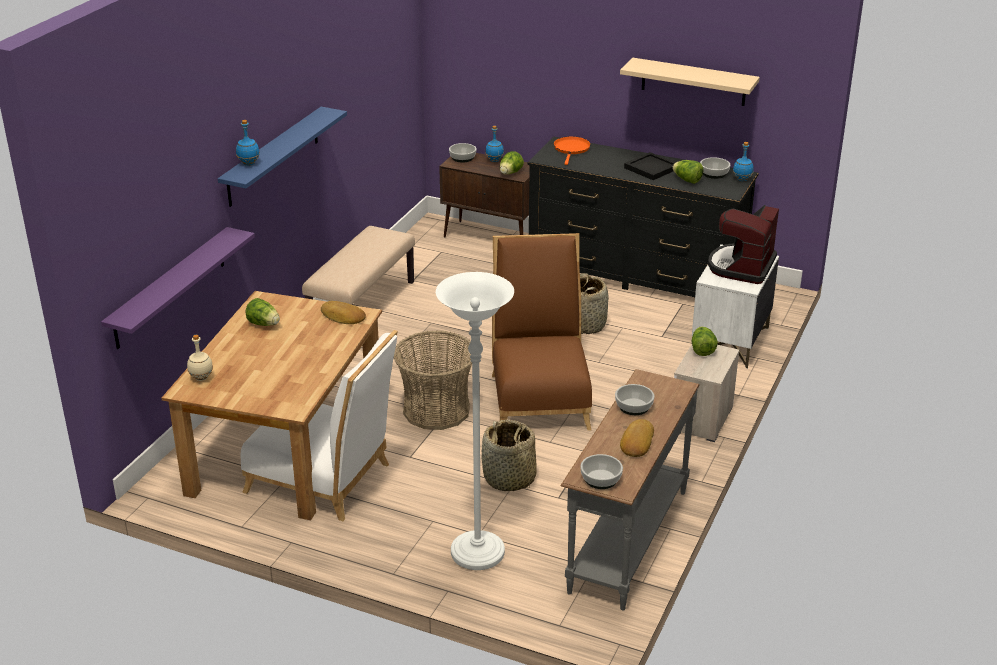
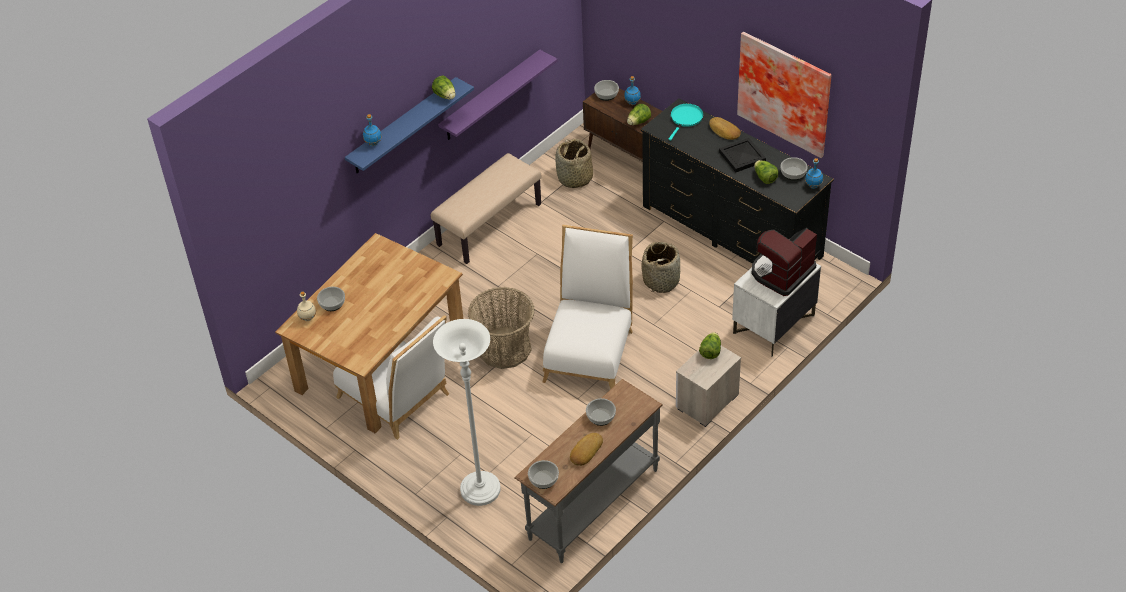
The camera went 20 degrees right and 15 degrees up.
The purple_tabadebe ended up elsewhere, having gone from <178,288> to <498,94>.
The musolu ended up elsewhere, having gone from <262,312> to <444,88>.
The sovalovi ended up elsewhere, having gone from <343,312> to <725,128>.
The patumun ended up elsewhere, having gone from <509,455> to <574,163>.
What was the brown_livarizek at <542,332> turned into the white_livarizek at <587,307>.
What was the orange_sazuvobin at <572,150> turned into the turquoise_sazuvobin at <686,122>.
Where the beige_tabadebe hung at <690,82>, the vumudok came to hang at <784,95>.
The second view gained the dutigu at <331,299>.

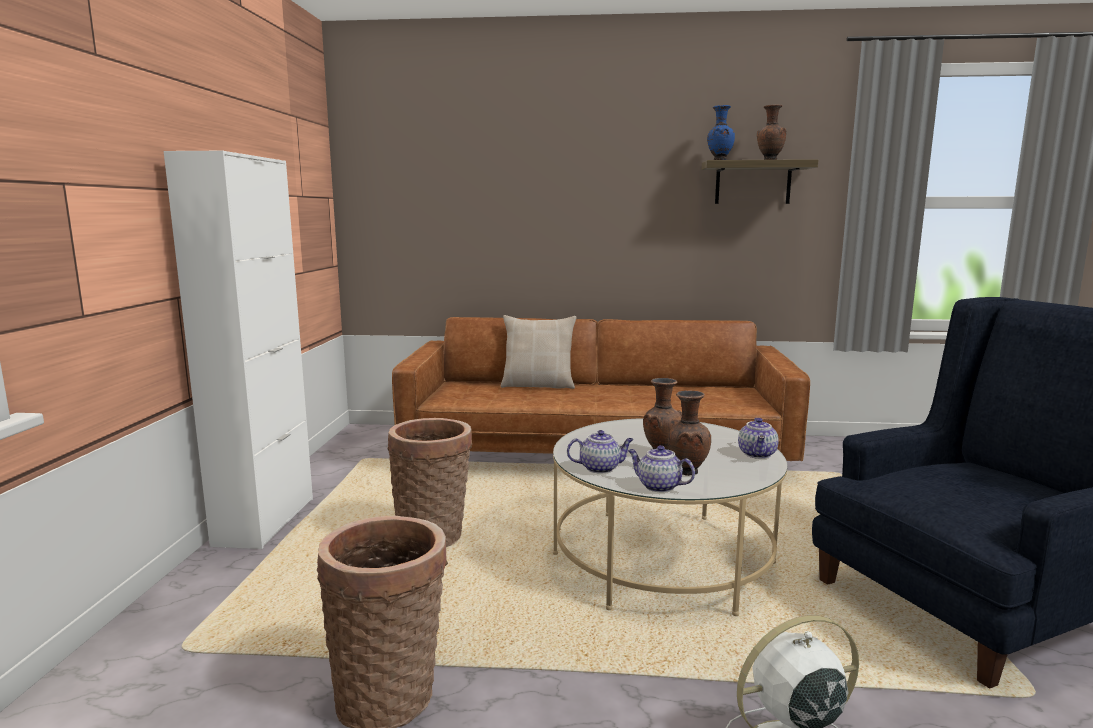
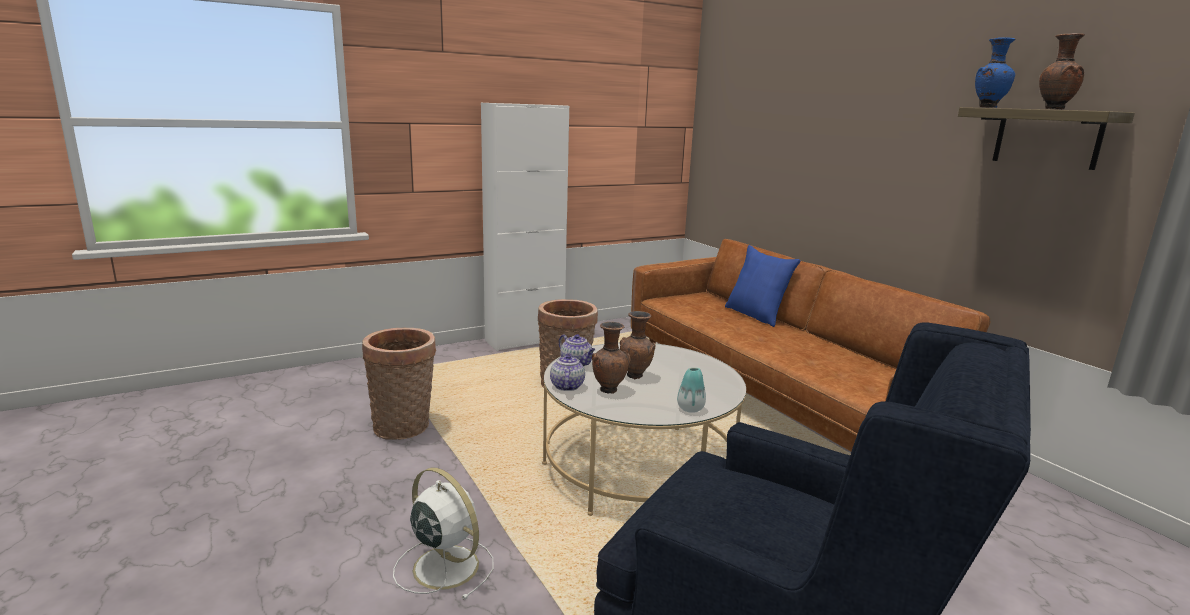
The camera went 55 degrees right and 5 degrees up.
What was the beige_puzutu at <538,352> turned into the blue_puzutu at <763,286>.
Where the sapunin stood at <758,438>, the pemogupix came to stand at <691,390>.

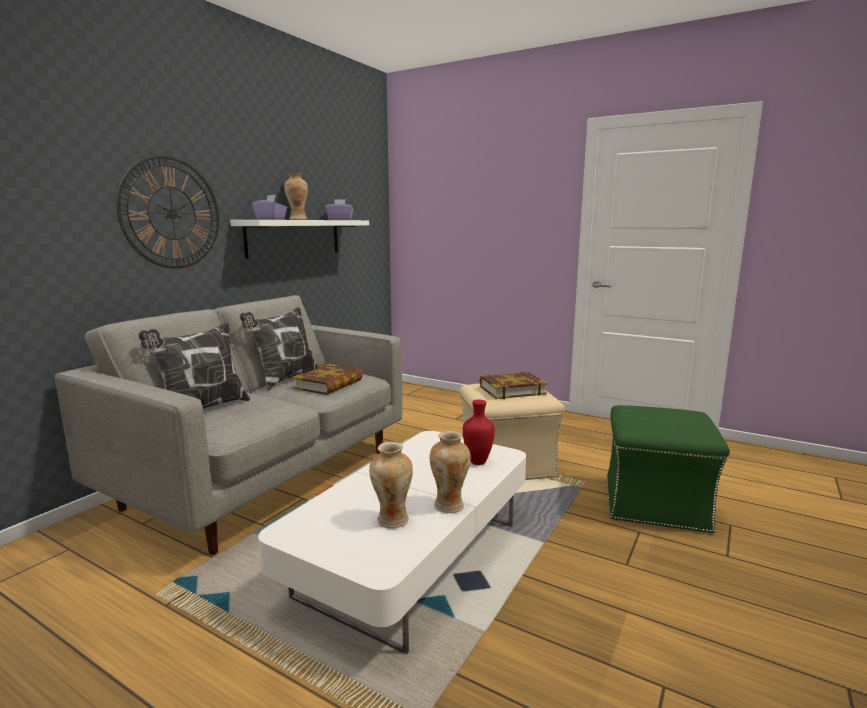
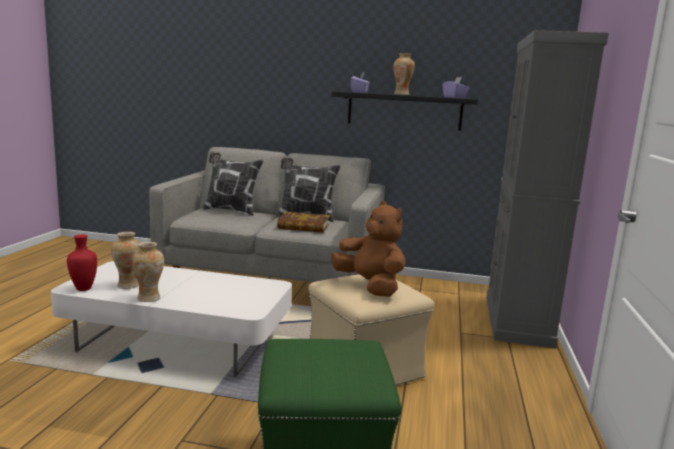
The camera went 70 degrees right and 0 degrees up.
The second view lost the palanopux at <167,212>.
What was the white_tabadebe at <299,239> turned into the black_tabadebe at <405,111>.
The red_pemogupix ended up elsewhere, having gone from <479,432> to <82,262>.
Where the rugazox stood at <514,385>, the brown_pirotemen came to stand at <368,249>.
The second view gained the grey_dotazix at <547,189>.

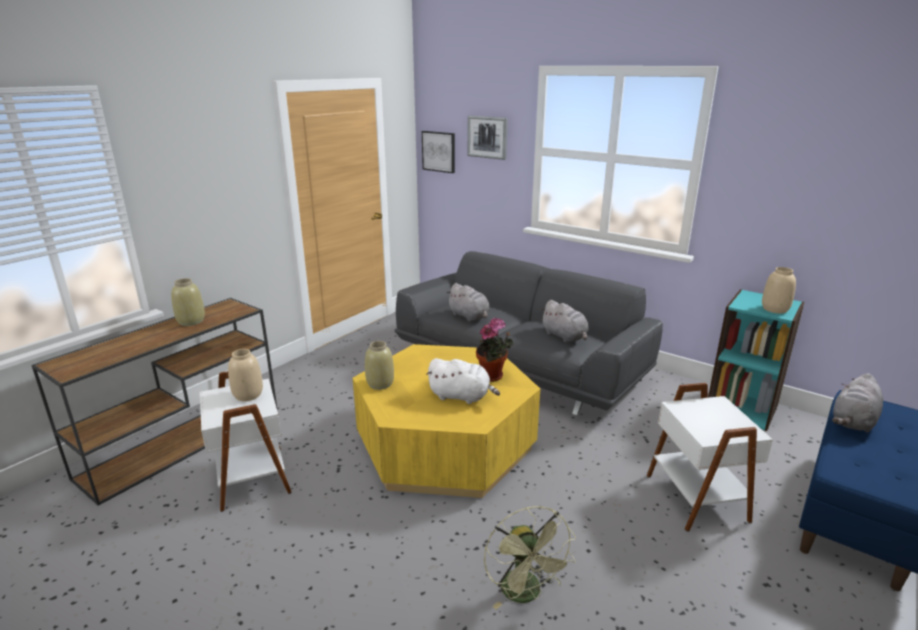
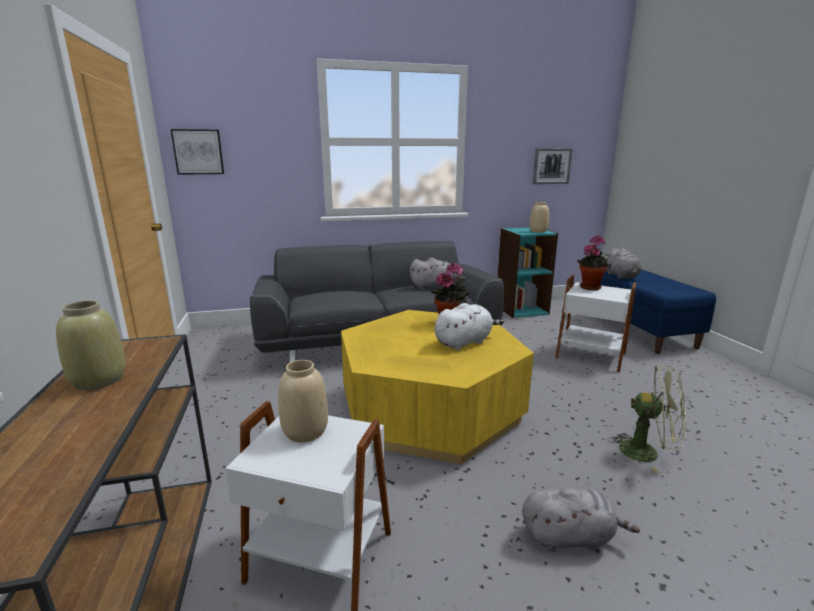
The camera went 50 degrees left and 5 degrees down.
The second view lost the beige_pemogupix at <379,365>.
The grey_pirotemen ended up elsewhere, having gone from <468,302> to <581,519>.
The vumudok ended up elsewhere, having gone from <488,138> to <553,166>.
The second view gained the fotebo at <594,262>.

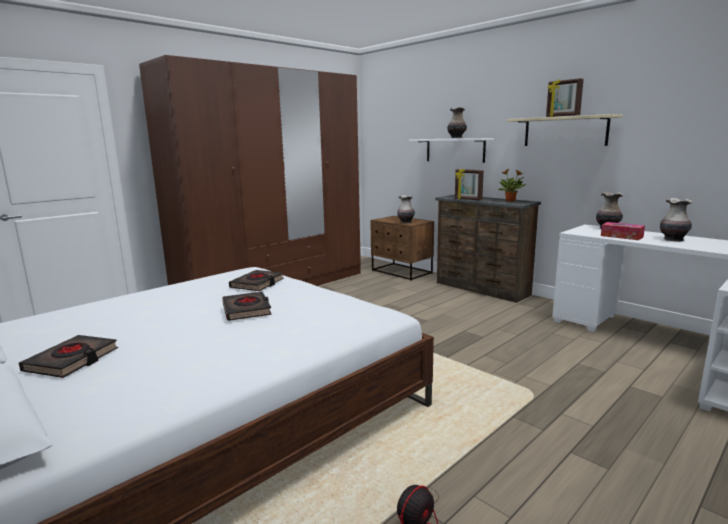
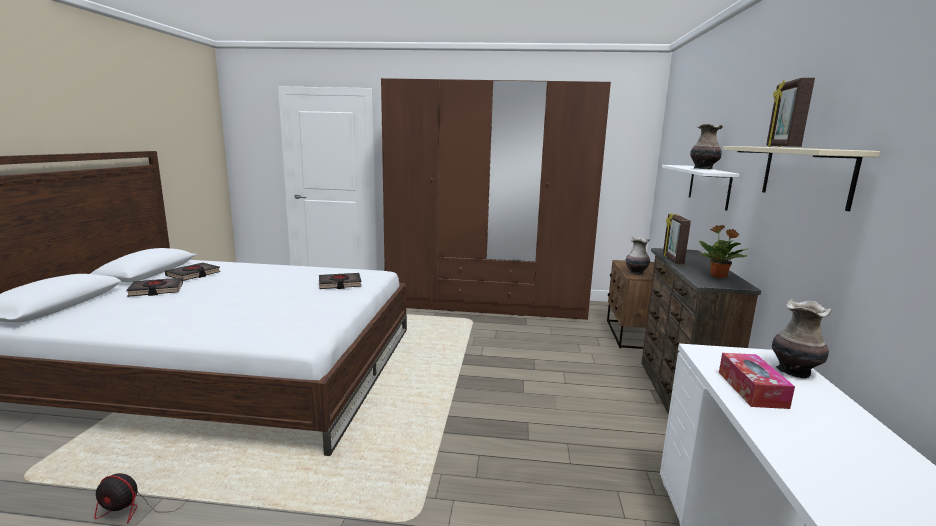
The camera went 50 degrees right and 0 degrees up.
The black_rugazox ended up elsewhere, having gone from <247,306> to <193,272>.
The second view lost the pemogupix at <676,220>.

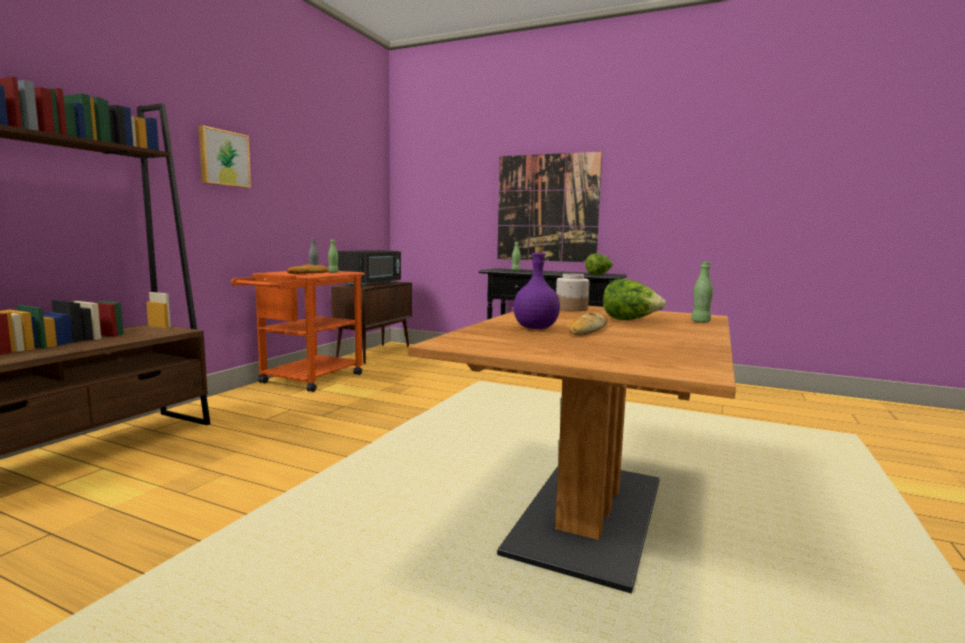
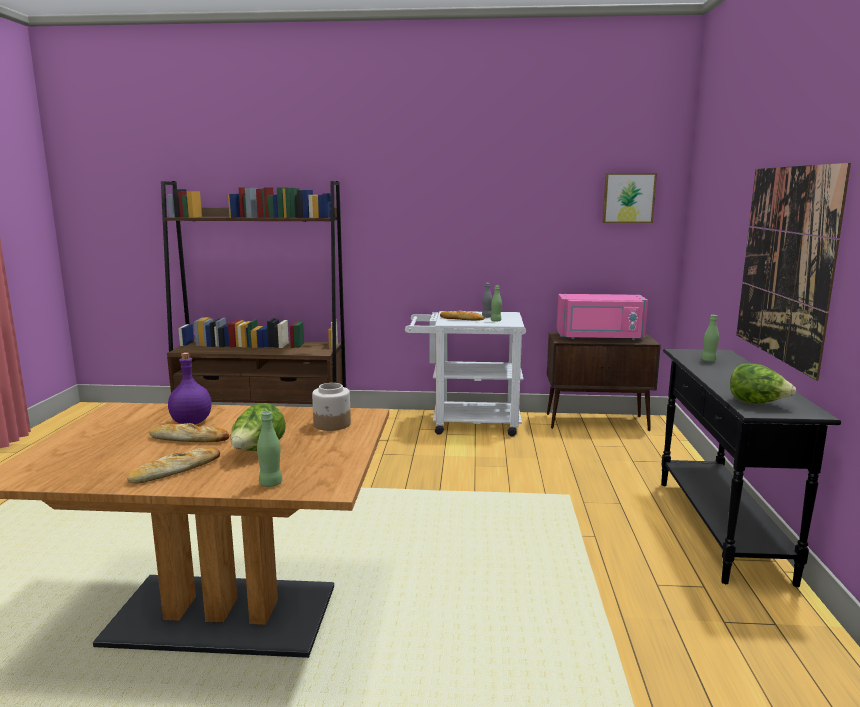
The camera went 70 degrees right and 5 degrees up.
The vumudok ended up elsewhere, having gone from <224,156> to <629,198>.
What was the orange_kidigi at <298,331> turned into the white_kidigi at <465,373>.
What was the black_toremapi at <369,268> turned into the pink_toremapi at <602,317>.
The second view gained the sovalovi at <173,465>.

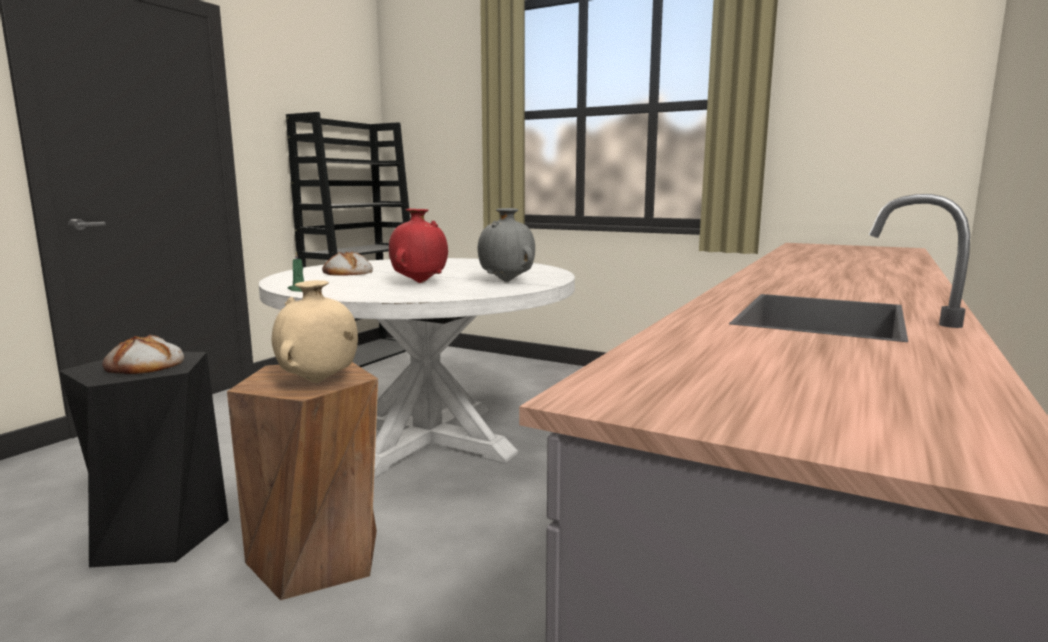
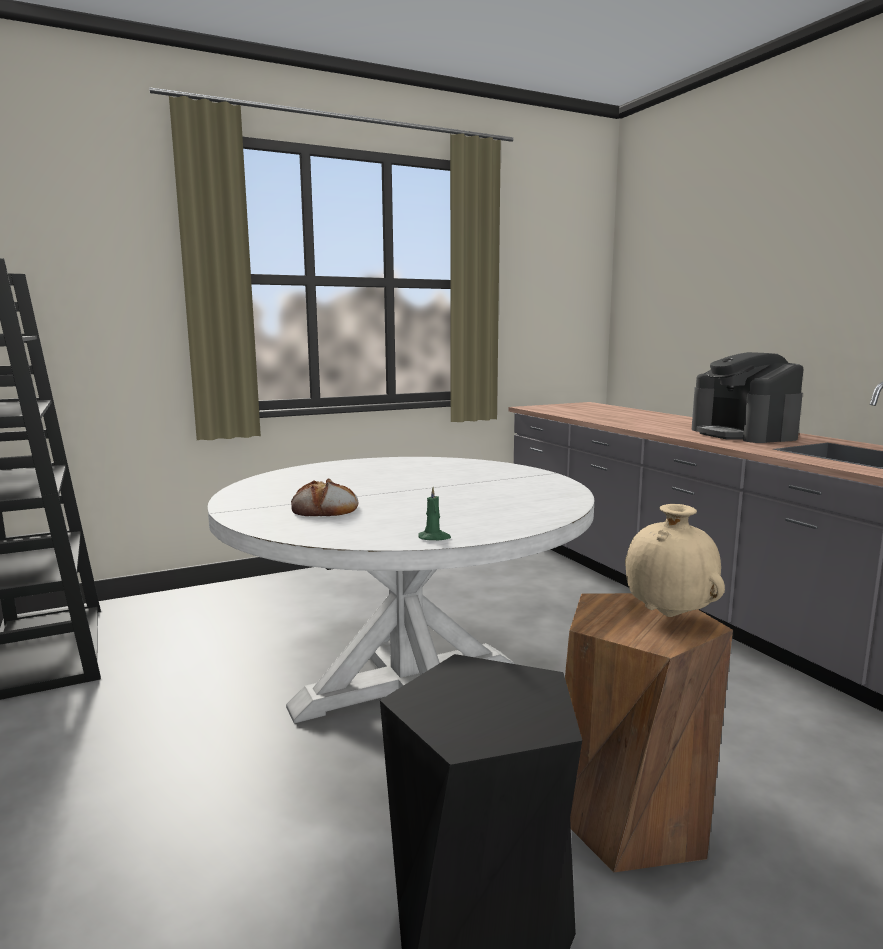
The camera went 55 degrees left and 0 degrees up.
The second view lost the sovalovi at <143,354>.
The second view lost the red_pemogupix at <418,246>.
The second view lost the grey_pemogupix at <506,245>.
The second view gained the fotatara at <748,397>.

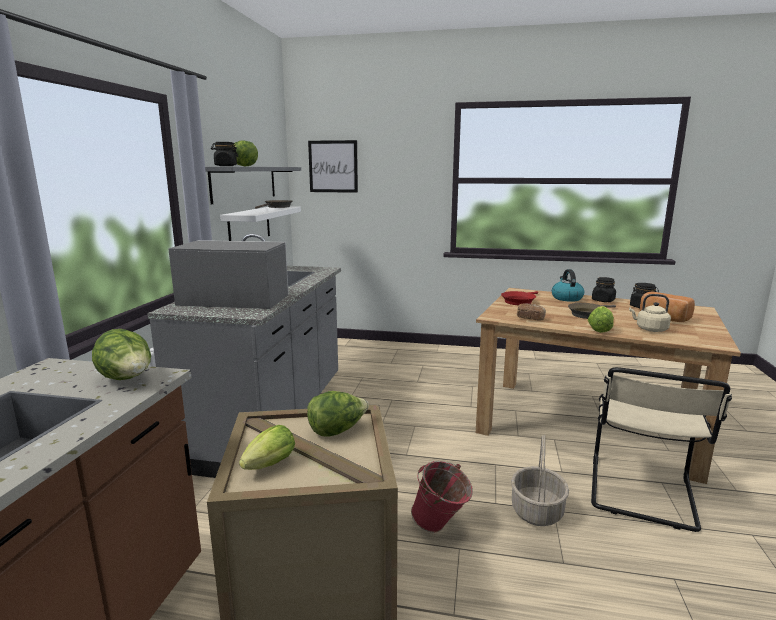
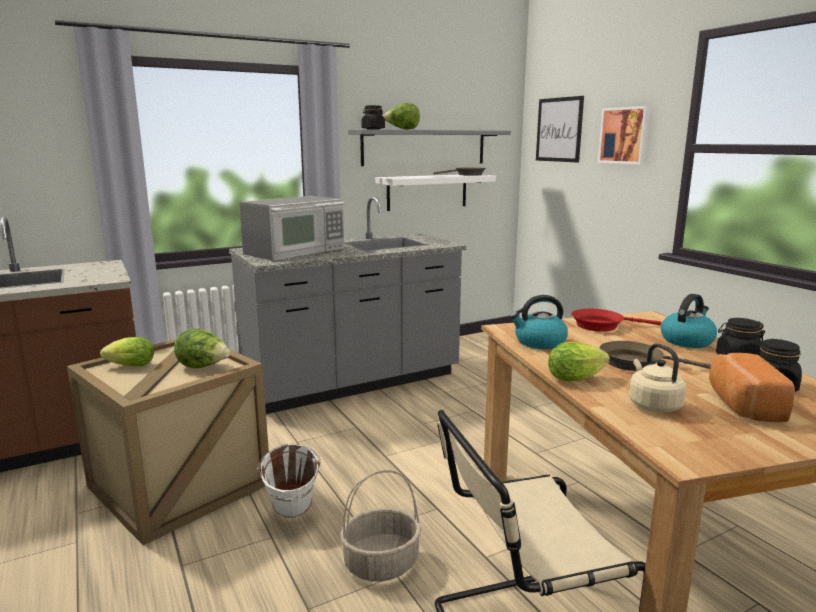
The camera went 50 degrees right and 0 degrees up.
The second view lost the musolu at <121,354>.
The toremapi at <228,274> ended up facing another way, 75 degrees clockwise from before.
What was the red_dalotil at <442,497> turned into the white_dalotil at <289,481>.
Where the sovalovi stood at <531,312>, the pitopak came to stand at <539,322>.
The second view gained the vumudok at <624,135>.

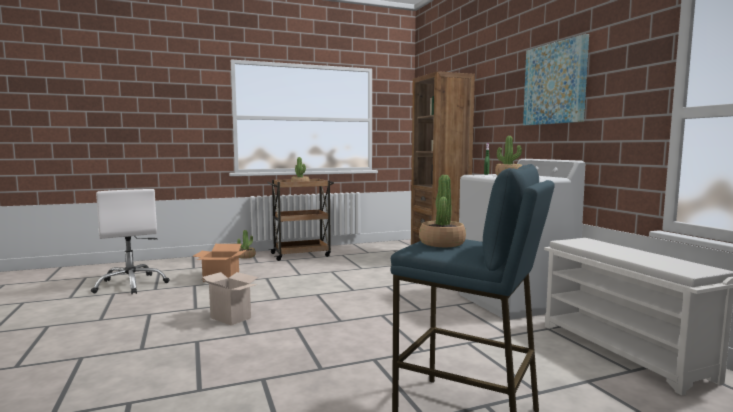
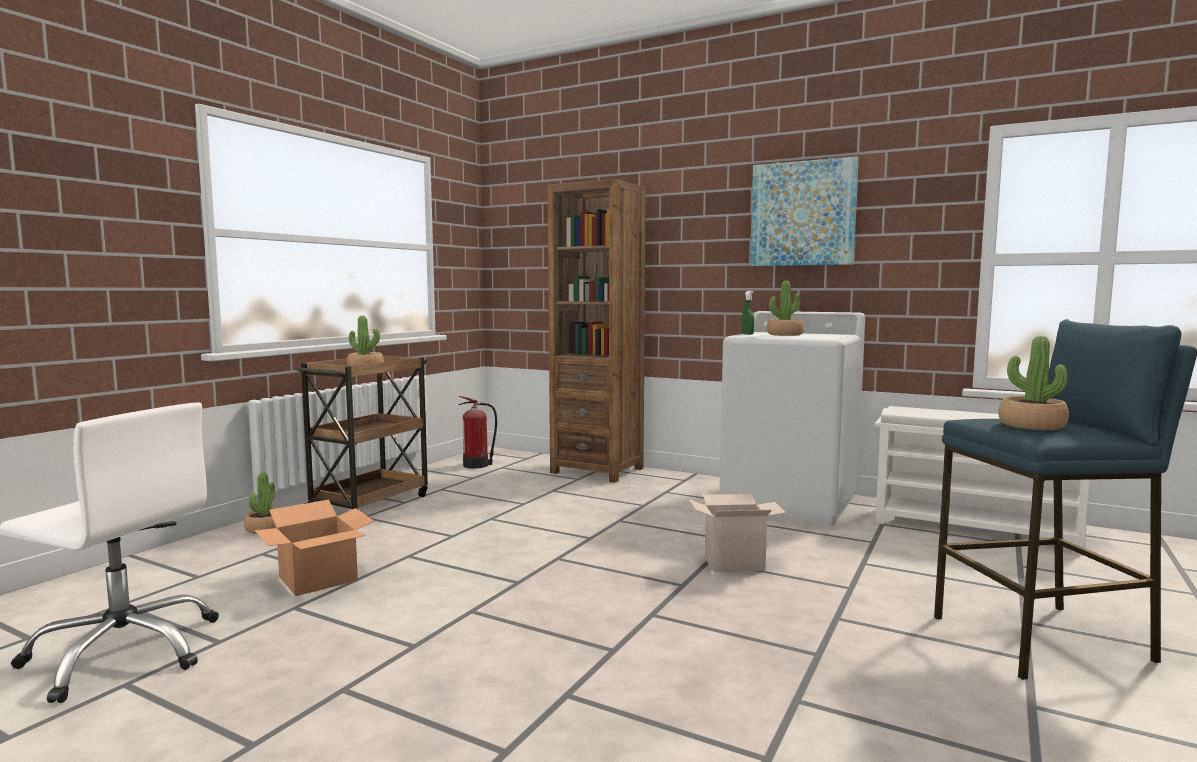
The camera went 40 degrees left and 0 degrees up.
The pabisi ended up elsewhere, having gone from <229,299> to <737,533>.
The second view gained the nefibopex at <477,432>.

